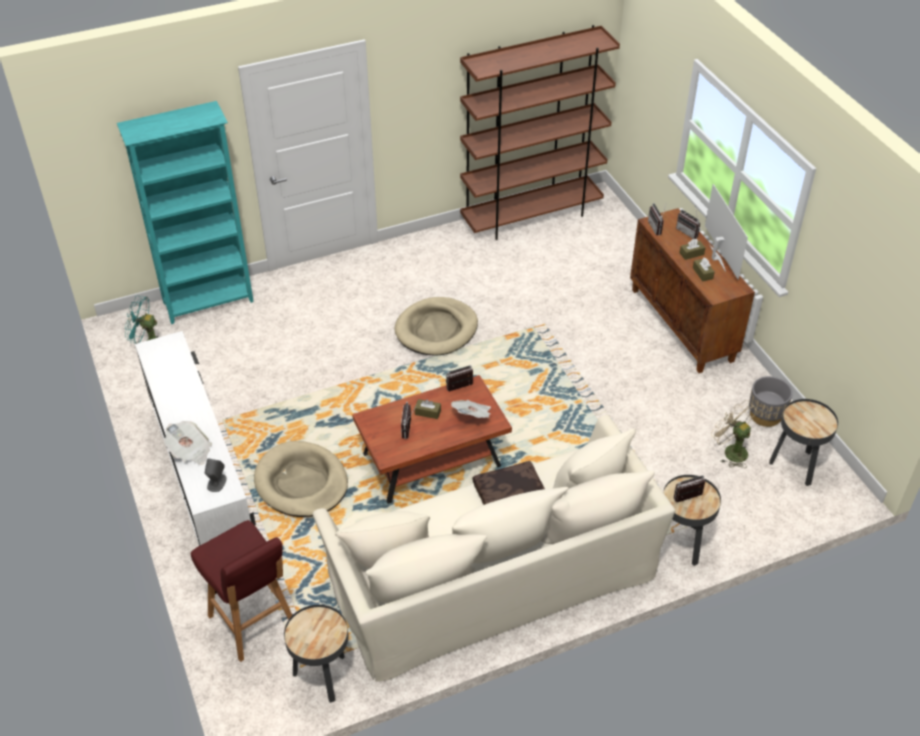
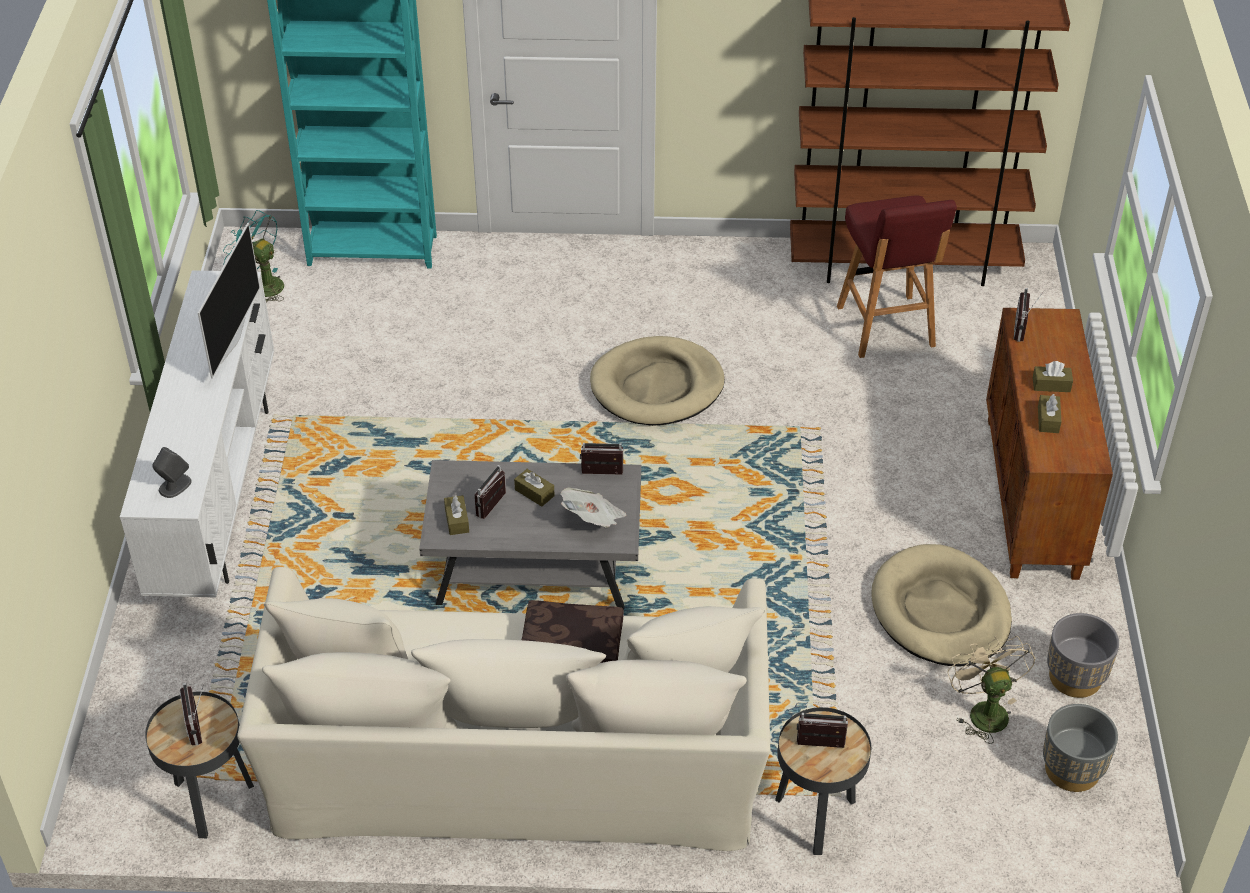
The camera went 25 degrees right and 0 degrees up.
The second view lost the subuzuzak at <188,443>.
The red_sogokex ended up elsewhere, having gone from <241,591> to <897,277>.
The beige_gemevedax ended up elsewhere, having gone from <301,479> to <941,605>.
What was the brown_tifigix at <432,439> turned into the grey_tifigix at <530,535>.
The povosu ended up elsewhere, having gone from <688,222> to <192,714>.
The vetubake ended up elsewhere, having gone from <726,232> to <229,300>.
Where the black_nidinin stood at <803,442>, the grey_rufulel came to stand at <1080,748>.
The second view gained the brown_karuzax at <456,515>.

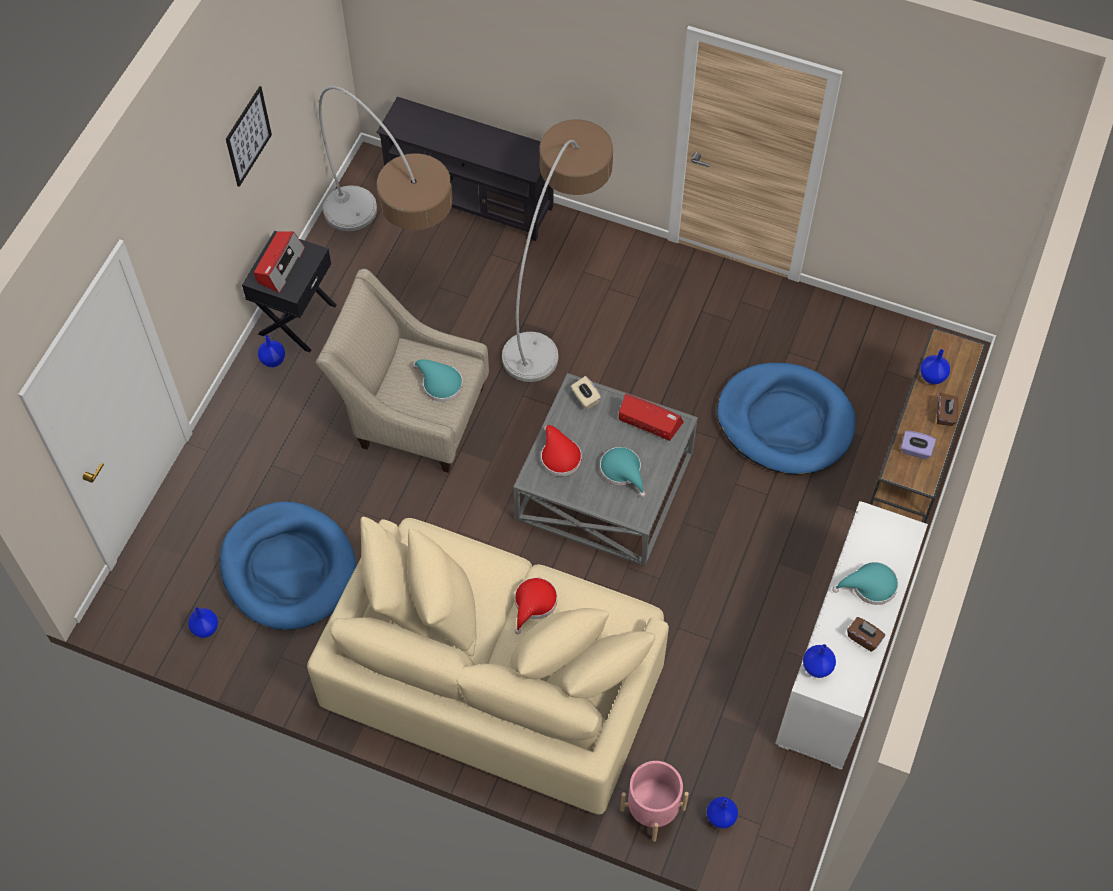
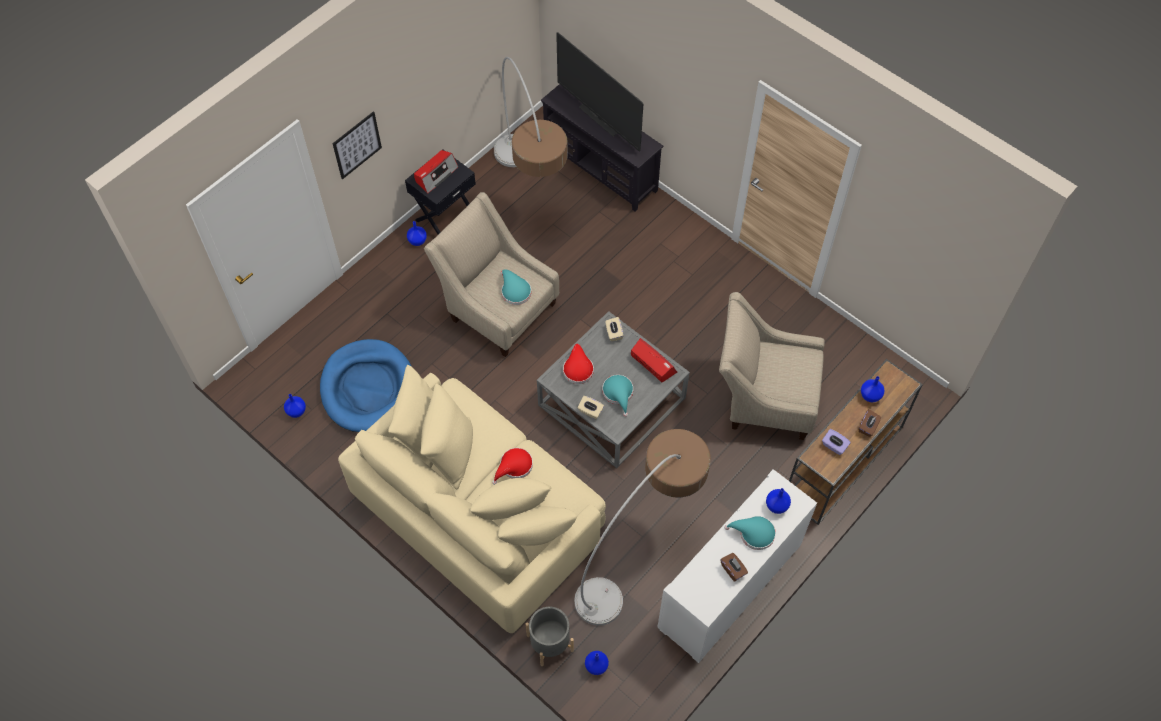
The camera went 20 degrees right and 0 degrees up.
The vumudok ended up elsewhere, having gone from <249,136> to <357,145>.
The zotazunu ended up elsewhere, having gone from <557,250> to <642,527>.
What was the pink_rufulel at <654,801> turned into the grey_rufulel at <550,636>.
Where the blue_gemevedax stood at <786,418>, the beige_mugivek came to stand at <772,366>.
The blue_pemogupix ended up elsewhere, having gone from <819,661> to <778,501>.
The second view gained the vetubake at <599,92>.
The second view gained the beige_karuzax at <591,407>.

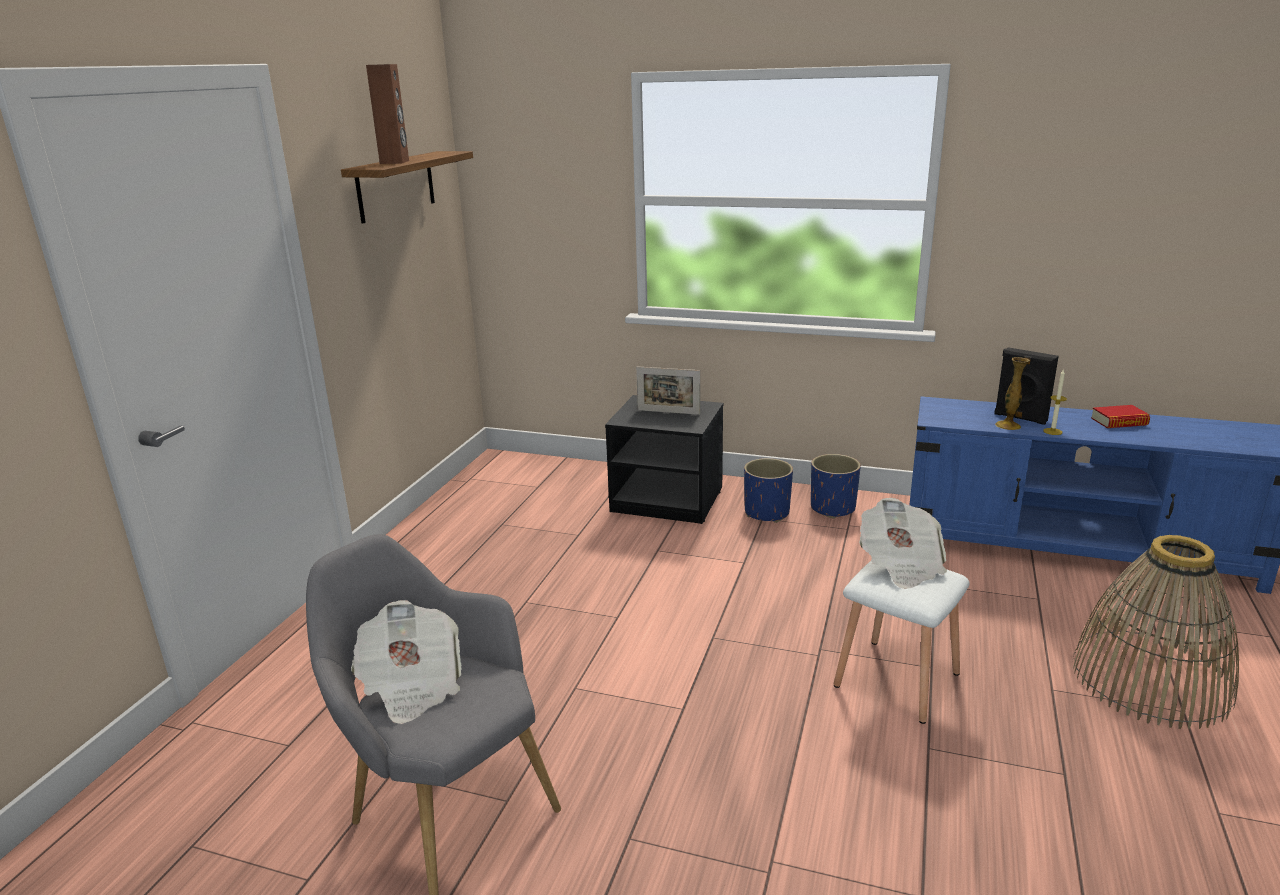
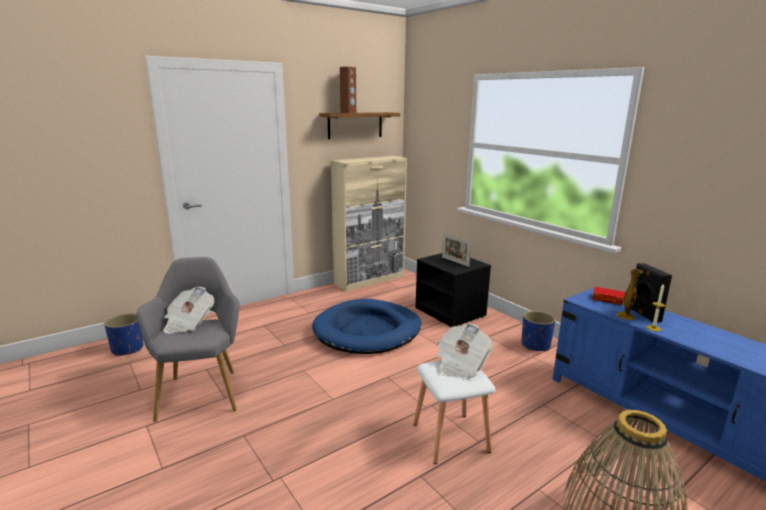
The camera went 35 degrees right and 5 degrees down.
The blue_rufulel ended up elsewhere, having gone from <768,490> to <123,334>.
The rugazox ended up elsewhere, having gone from <1120,416> to <608,296>.
The second view gained the blue_gemevedax at <367,326>.
The second view gained the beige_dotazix at <369,223>.

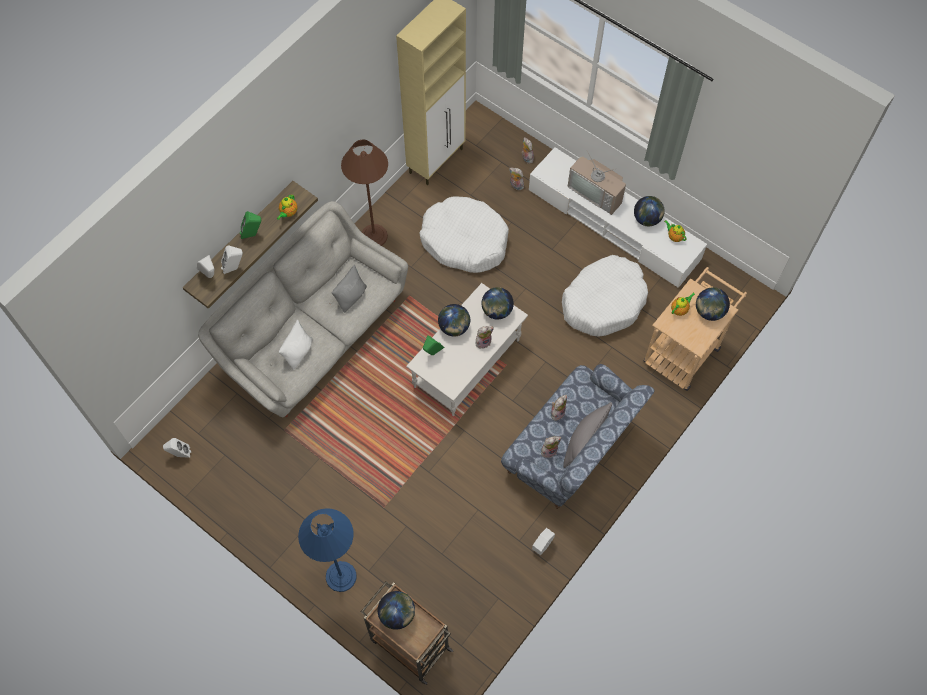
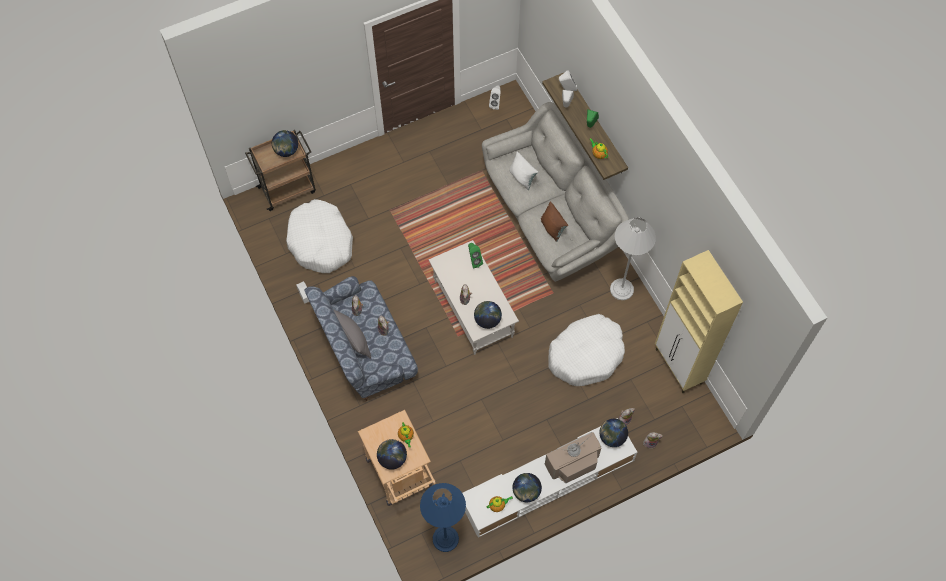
The camera went 115 degrees right and 0 degrees up.
The blue_zotazunu ended up elsewhere, having gone from <327,550> to <443,517>.
What was the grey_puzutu at <349,289> turned into the brown_puzutu at <554,221>.
What was the brown_zotazunu at <364,192> turned into the white_zotazunu at <633,258>.
The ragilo ended up elsewhere, having gone from <454,320> to <613,433>.
The white_gemevedax ended up elsewhere, having gone from <605,296> to <319,236>.

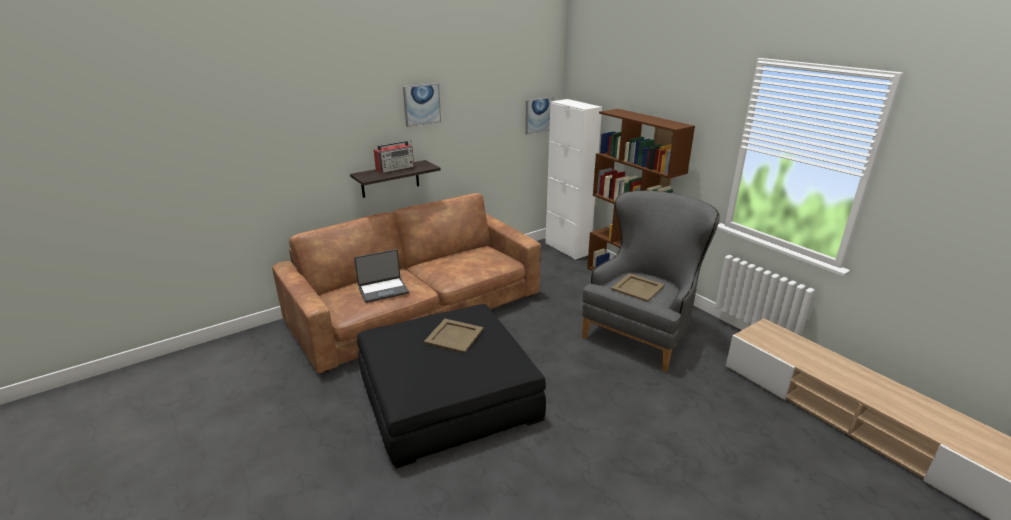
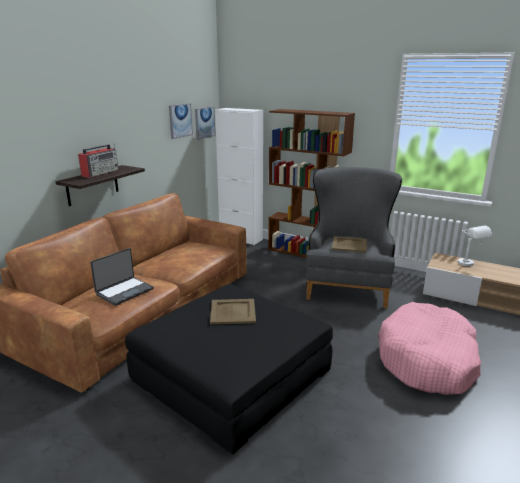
The camera went 25 degrees left and 5 degrees down.
The vumudok ended up elsewhere, having gone from <422,105> to <181,121>.
The second view gained the pink_gemevedax at <429,348>.
The second view gained the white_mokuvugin at <475,246>.

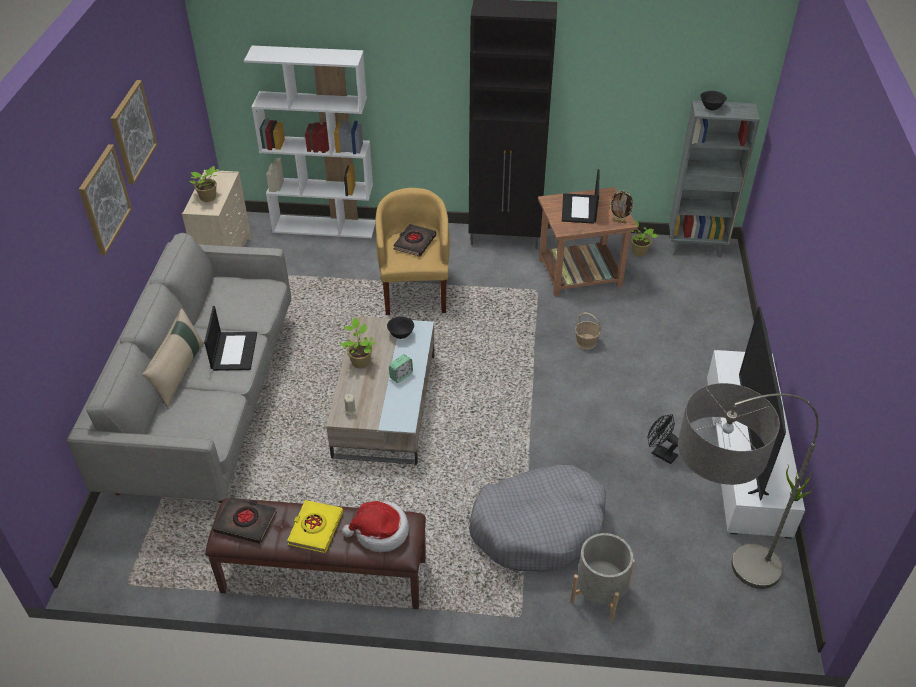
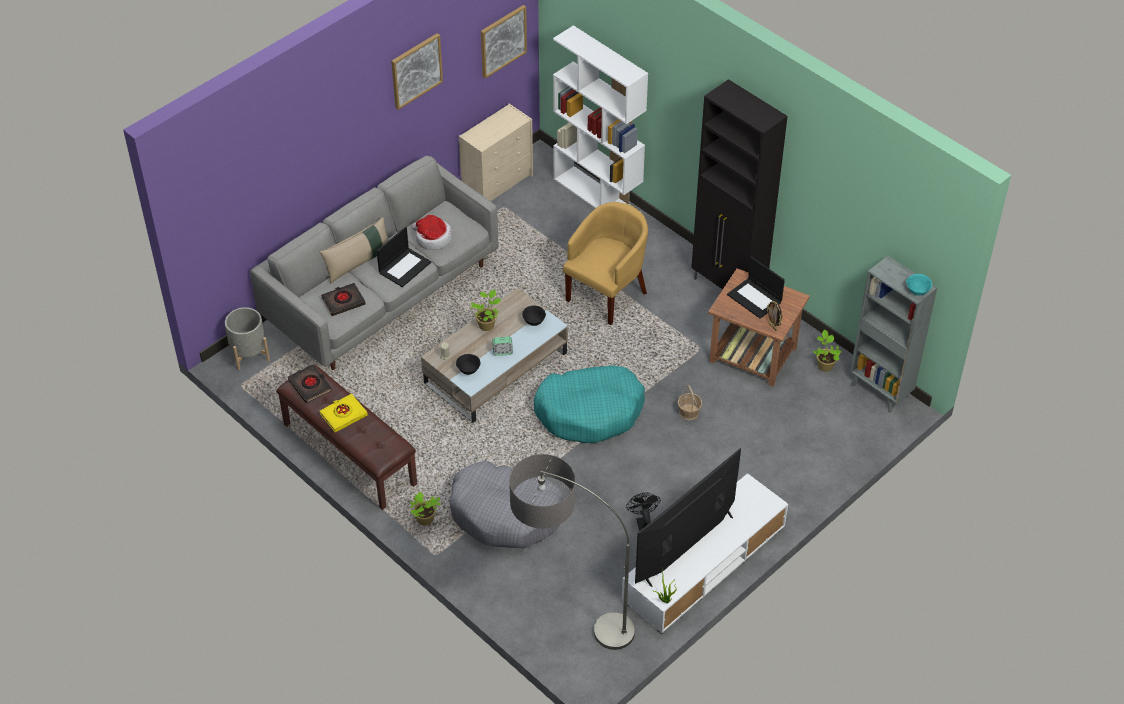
The camera went 40 degrees right and 5 degrees up.
The vumudok ended up elsewhere, having gone from <105,199> to <504,42>.
The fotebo ended up elsewhere, having gone from <204,184> to <425,509>.
The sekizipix ended up elsewhere, having gone from <375,526> to <432,232>.
The black_rugazox ended up elsewhere, having gone from <414,240> to <343,299>.
The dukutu at <580,196> ended up facing another way, 90 degrees counterclockwise from before.
The grey_rufulel ended up elsewhere, having gone from <602,577> to <247,338>.
The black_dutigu ended up elsewhere, having gone from <713,101> to <468,364>.
The second view gained the turquoise_gemevedax at <589,404>.
The second view gained the turquoise_dutigu at <919,285>.

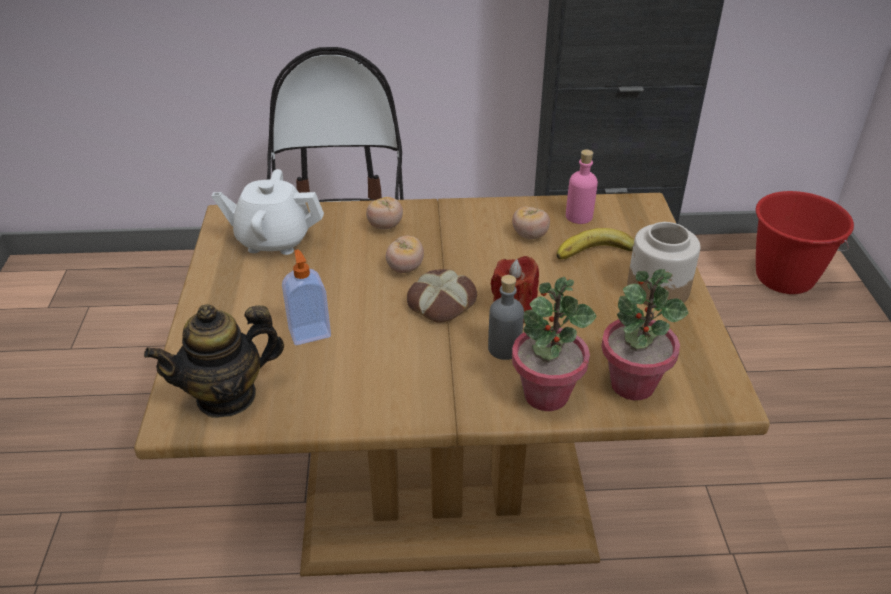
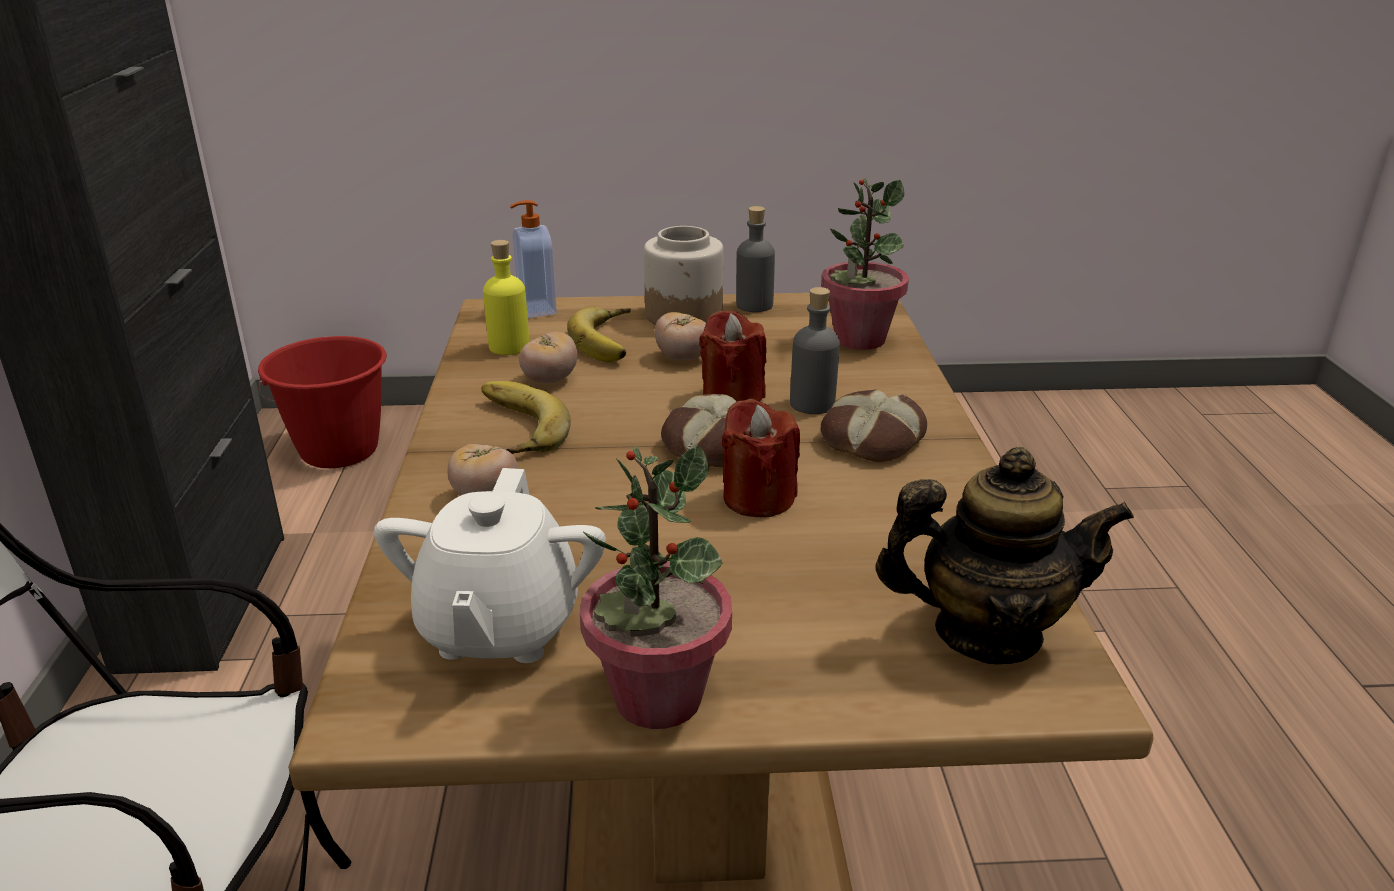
The camera went 90 degrees left and 10 degrees down.
The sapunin at <214,361> ended up facing another way, 60 degrees counterclockwise from before.
The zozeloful ended up elsewhere, having gone from <306,297> to <533,259>.
The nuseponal ended up elsewhere, having gone from <405,254> to <680,336>.
The fotebo ended up elsewhere, having gone from <554,344> to <656,587>.
What was the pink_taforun at <582,187> turned into the yellow_taforun at <506,297>.
The second view gained the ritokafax at <526,417>.
The second view gained the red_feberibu at <761,458>.
The second view gained the grey_taforun at <755,259>.
The second view gained the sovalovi at <874,425>.

